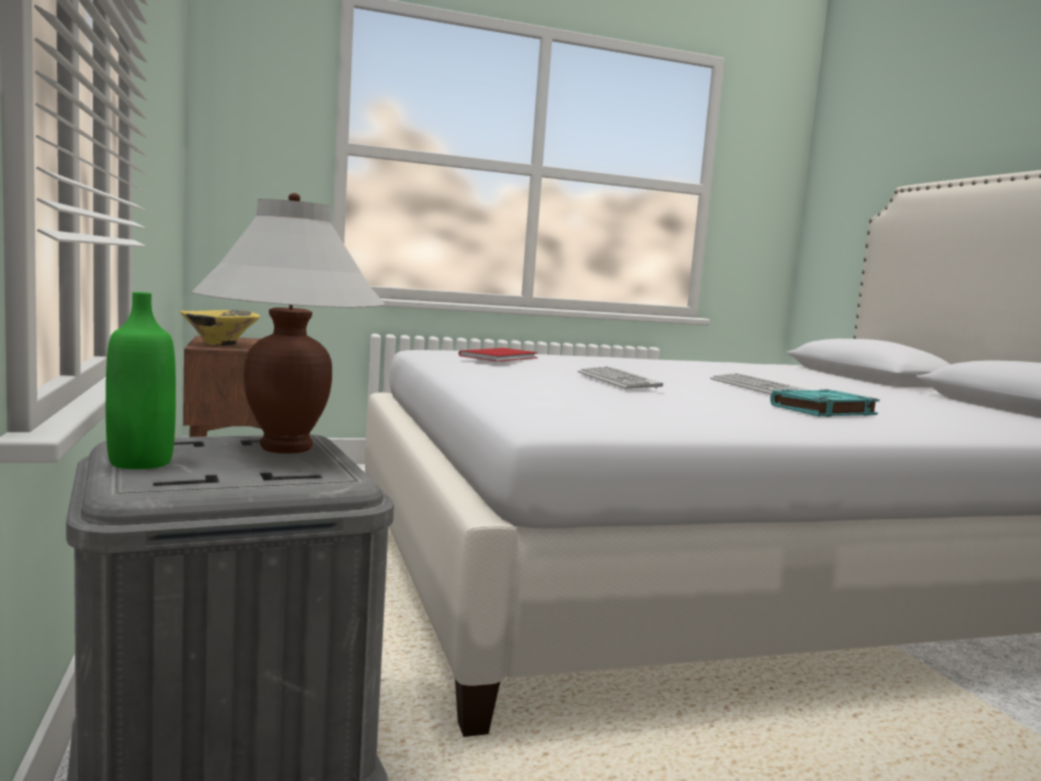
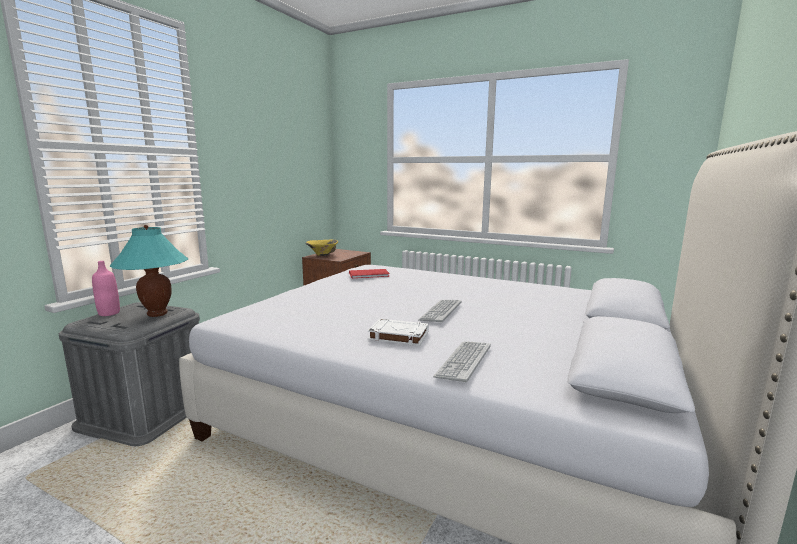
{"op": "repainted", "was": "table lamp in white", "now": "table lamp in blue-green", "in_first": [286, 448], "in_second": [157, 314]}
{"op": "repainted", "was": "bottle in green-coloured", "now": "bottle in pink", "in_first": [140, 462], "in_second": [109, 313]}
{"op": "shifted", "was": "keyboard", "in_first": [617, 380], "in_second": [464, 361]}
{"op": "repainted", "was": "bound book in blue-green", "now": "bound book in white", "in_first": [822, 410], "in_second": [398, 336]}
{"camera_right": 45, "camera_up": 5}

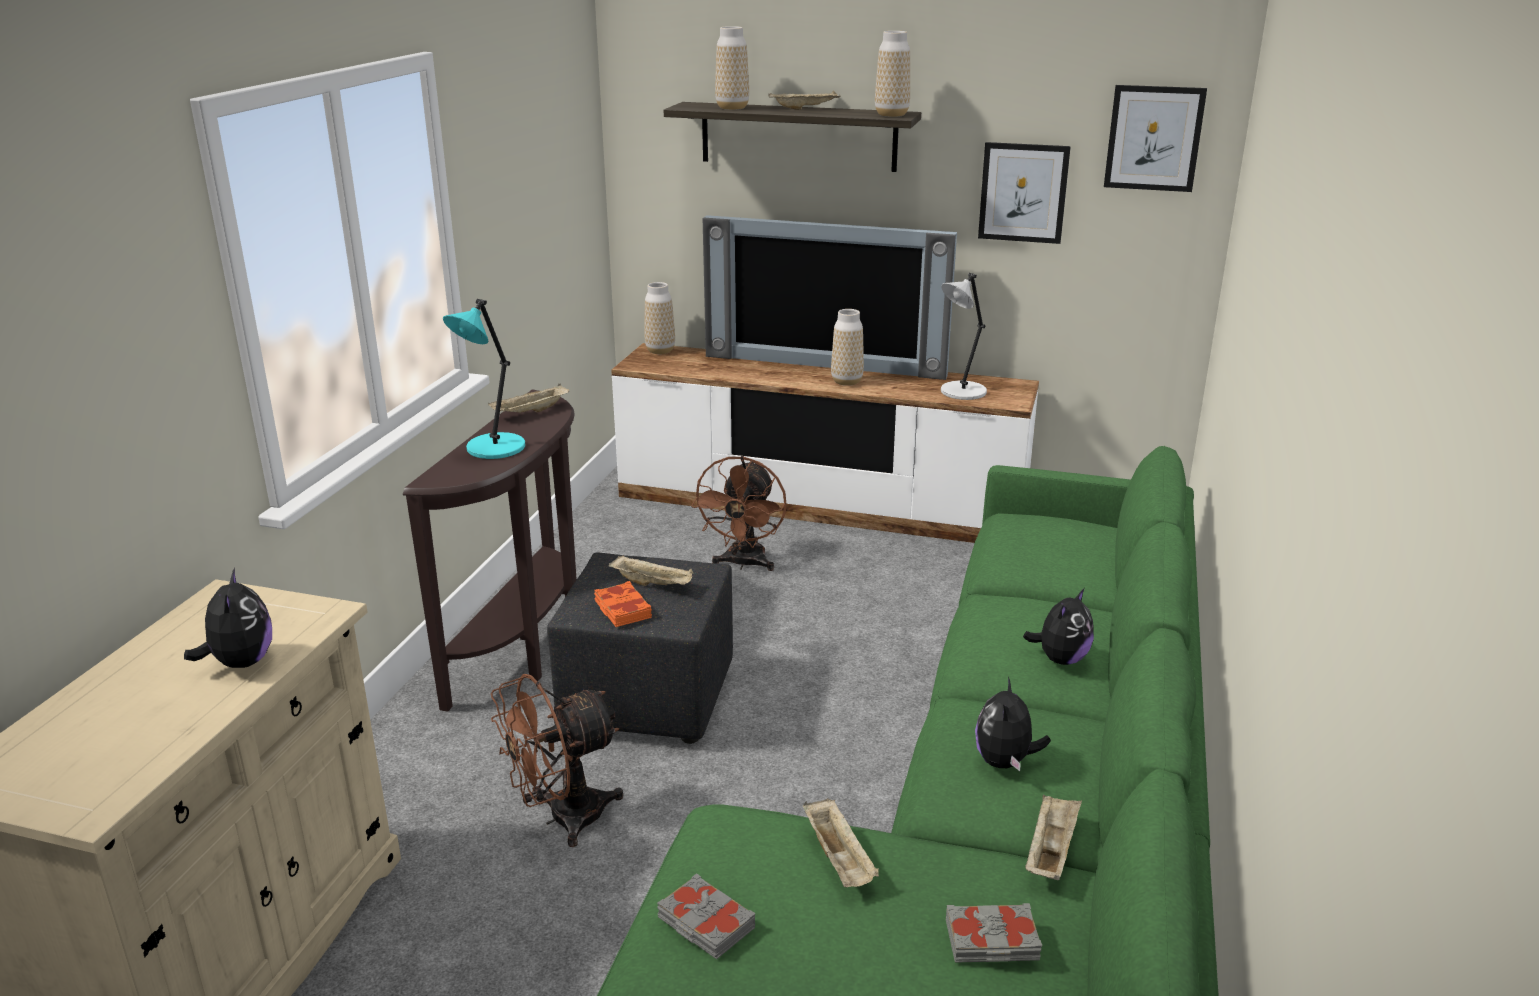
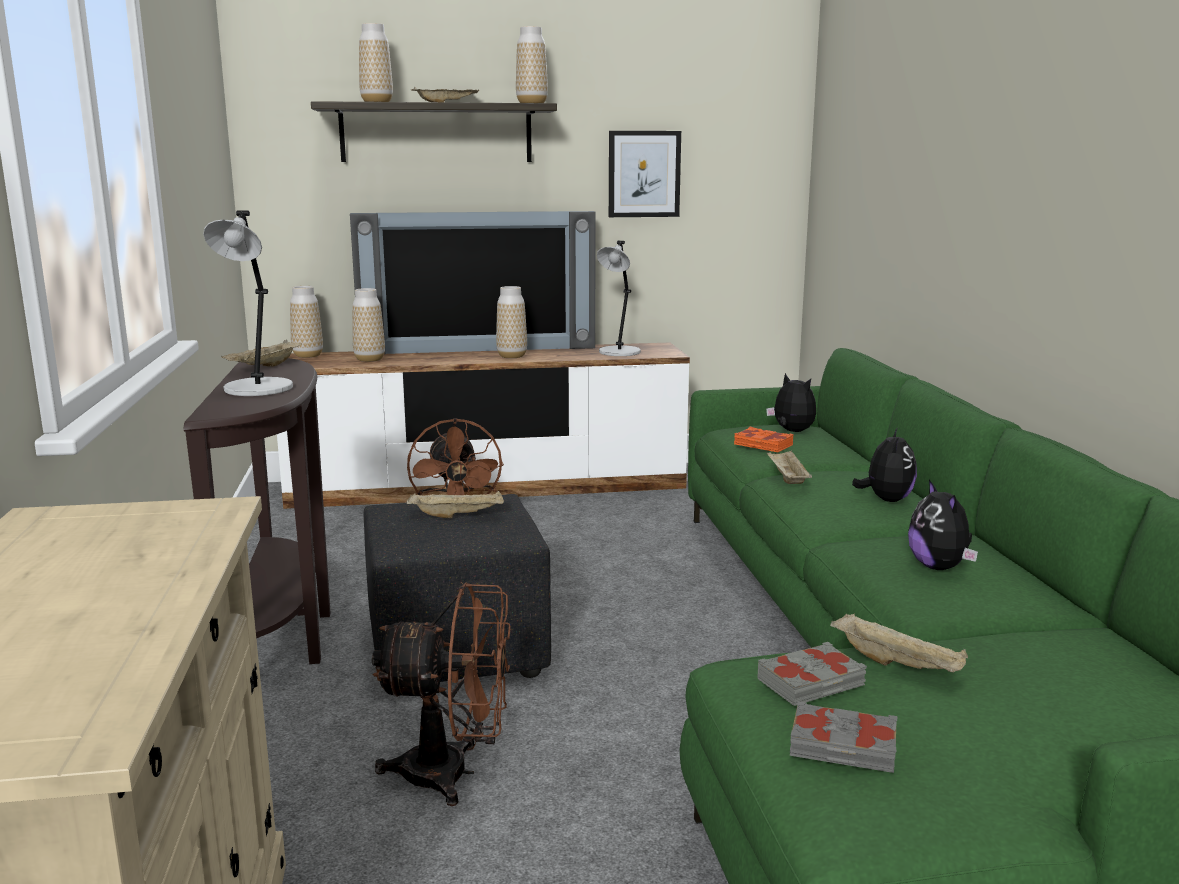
{"op": "gone", "was": "wall picture", "in_first": [1154, 138]}
{"op": "repainted", "was": "table lamp in blue-green", "now": "table lamp in greyish", "in_first": [493, 449], "in_second": [257, 390]}
{"op": "shifted", "was": "cuddly toy", "in_first": [240, 663], "in_second": [791, 431]}
{"op": "shifted", "was": "bound book in orange-coloured", "in_first": [622, 610], "in_second": [763, 445]}
{"op": "rotated", "was": "fan in brown-coloured", "in_first": [562, 819], "in_second": [453, 773], "clockwise": -120}
{"op": "shifted", "was": "carrying tray in sand-coloured", "in_first": [1050, 851], "in_second": [787, 479]}
{"op": "shifted", "was": "bound book in greyish", "in_first": [992, 941], "in_second": [811, 683]}
{"op": "new", "now": "decorative vase", "in_second": [369, 359]}
{"camera_right": -25, "camera_up": -10}

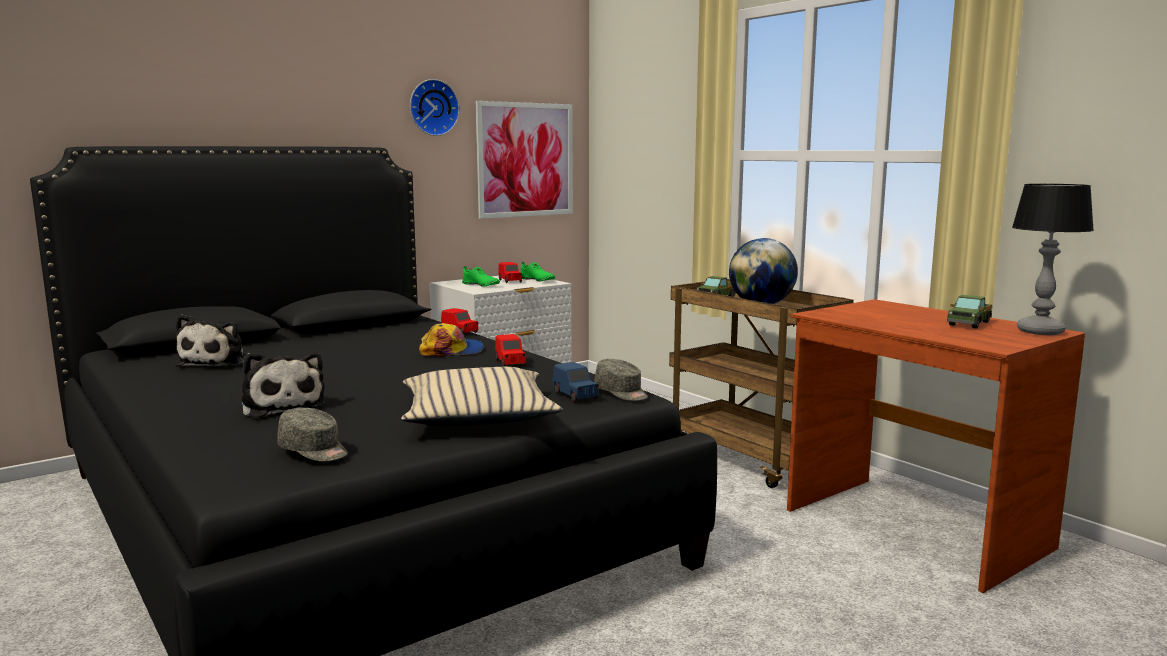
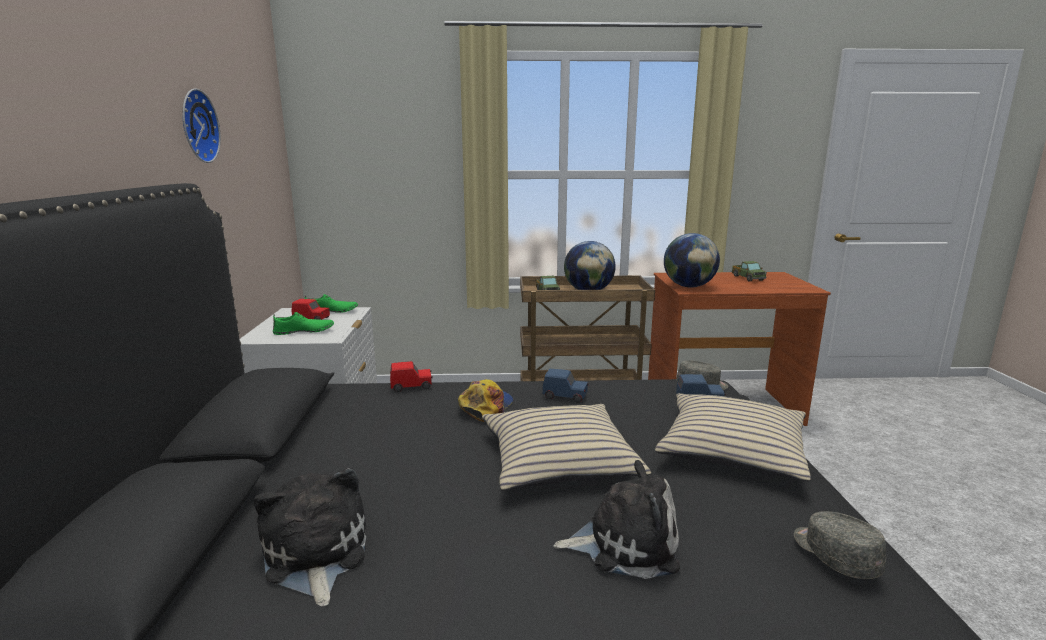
{"op": "gone", "was": "wall picture", "in_first": [525, 160]}
{"op": "gone", "was": "table lamp", "in_first": [1040, 331]}
{"op": "rotated", "was": "cuddly toy", "in_first": [216, 362], "in_second": [315, 555], "clockwise": -150}
{"op": "repainted", "was": "toy car in reddish", "now": "toy car in bluish", "in_first": [510, 363], "in_second": [565, 396]}
{"op": "rotated", "was": "cap in greyish", "in_first": [314, 451], "in_second": [834, 555], "clockwise": -90}
{"op": "new", "now": "globe", "in_second": [689, 286]}
{"op": "new", "now": "throw pillow in sand-coloured", "in_second": [558, 461]}
{"camera_right": -55, "camera_up": 5}

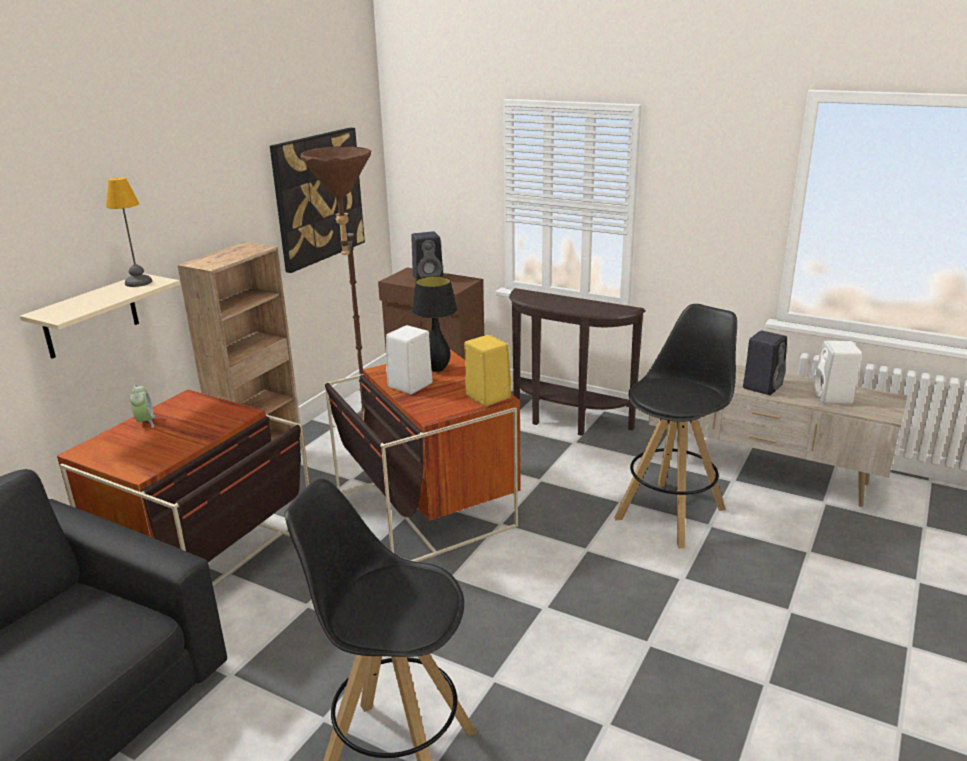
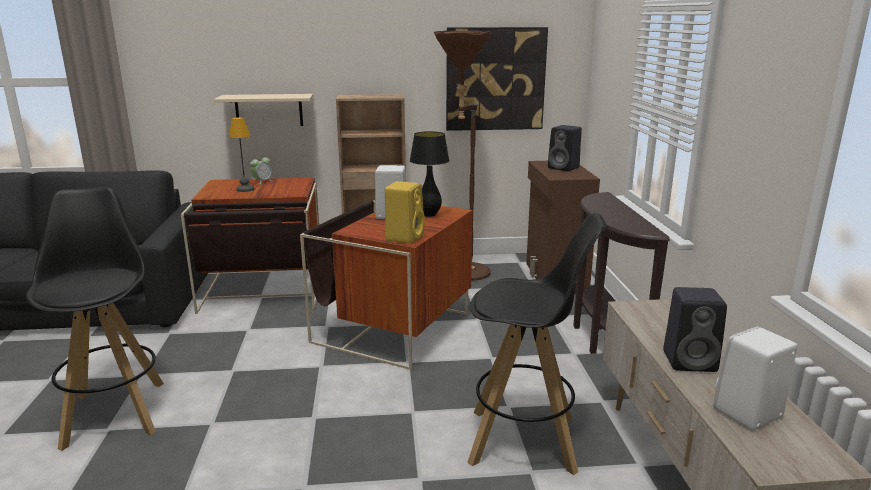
{"op": "shifted", "was": "table lamp", "in_first": [139, 282], "in_second": [245, 189]}
{"camera_right": 55, "camera_up": -5}

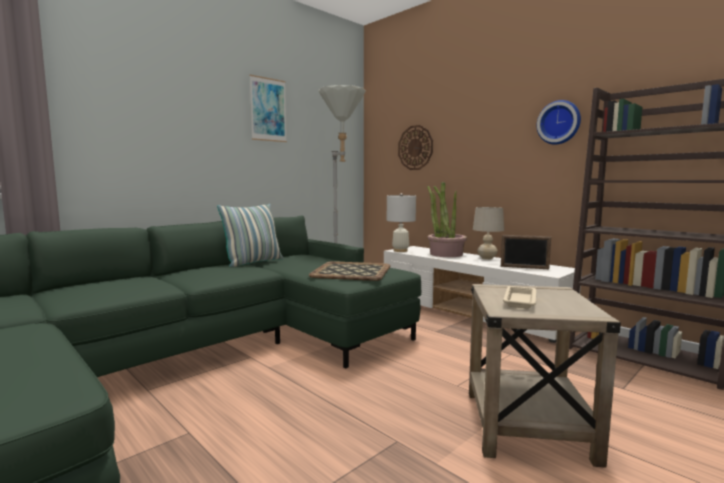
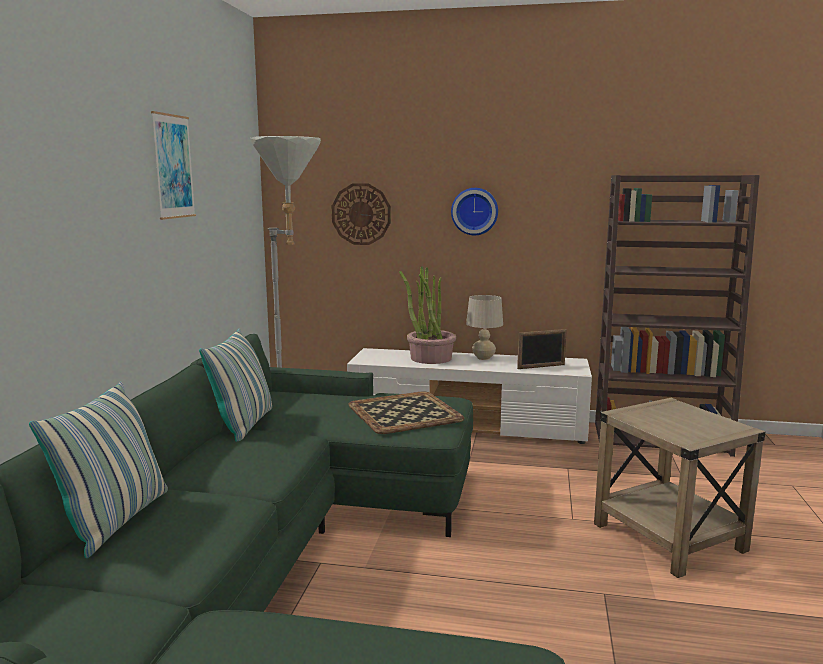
{"op": "shifted", "was": "clock on the wall", "in_first": [559, 122], "in_second": [474, 211]}
{"op": "gone", "was": "table lamp in white", "in_first": [400, 250]}
{"op": "gone", "was": "carrying tray in sand-coloured", "in_first": [520, 300]}
{"op": "new", "now": "throw pillow", "in_second": [115, 521]}
{"camera_right": -35, "camera_up": 5}

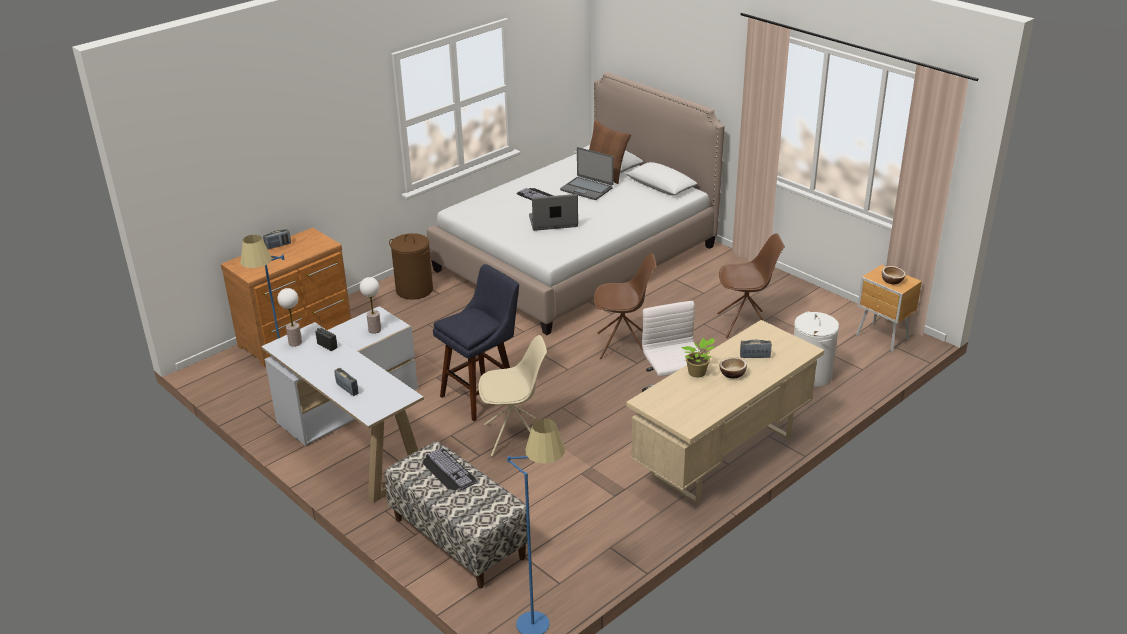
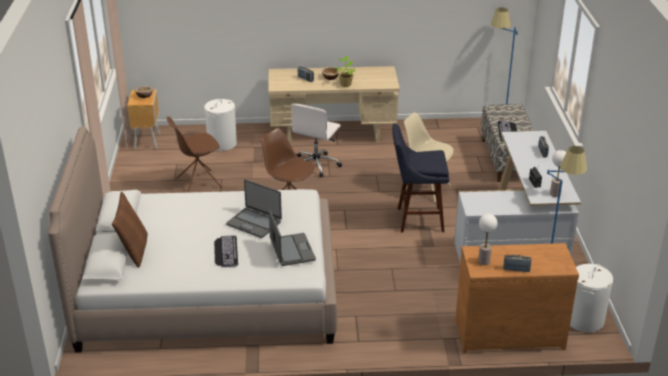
{"op": "shifted", "was": "notebook computer", "in_first": [587, 189], "in_second": [291, 250]}
{"op": "gone", "was": "hamper in brown-coloured", "in_first": [414, 290]}
{"op": "rotated", "was": "chair in brown-coloured", "in_first": [745, 324], "in_second": [198, 183], "clockwise": -60}
{"op": "shifted", "was": "table lamp", "in_first": [374, 330], "in_second": [484, 261]}
{"op": "new", "now": "hamper in white", "in_second": [584, 320]}
{"camera_right": -140, "camera_up": 0}

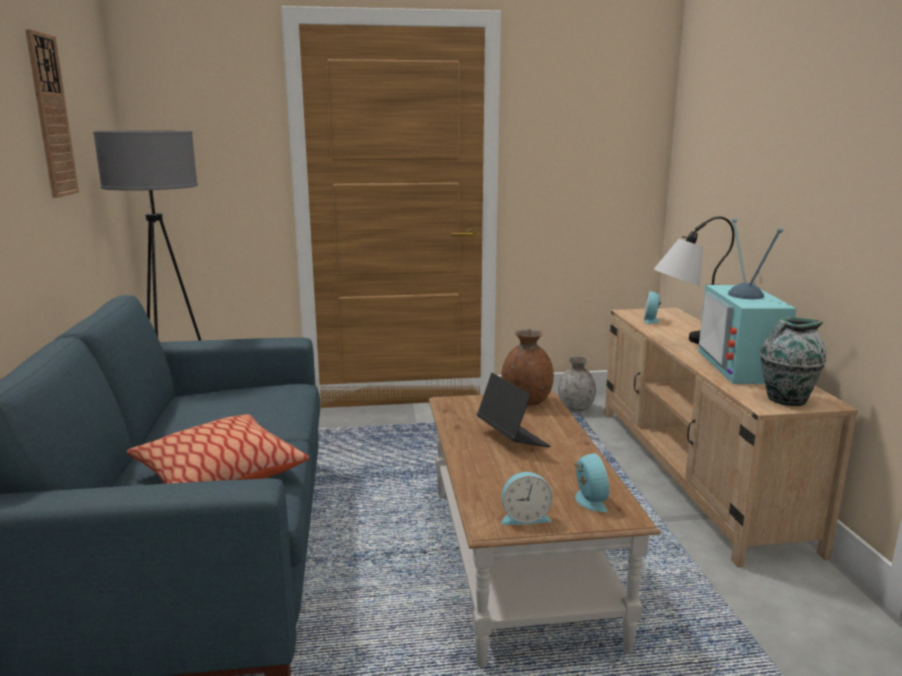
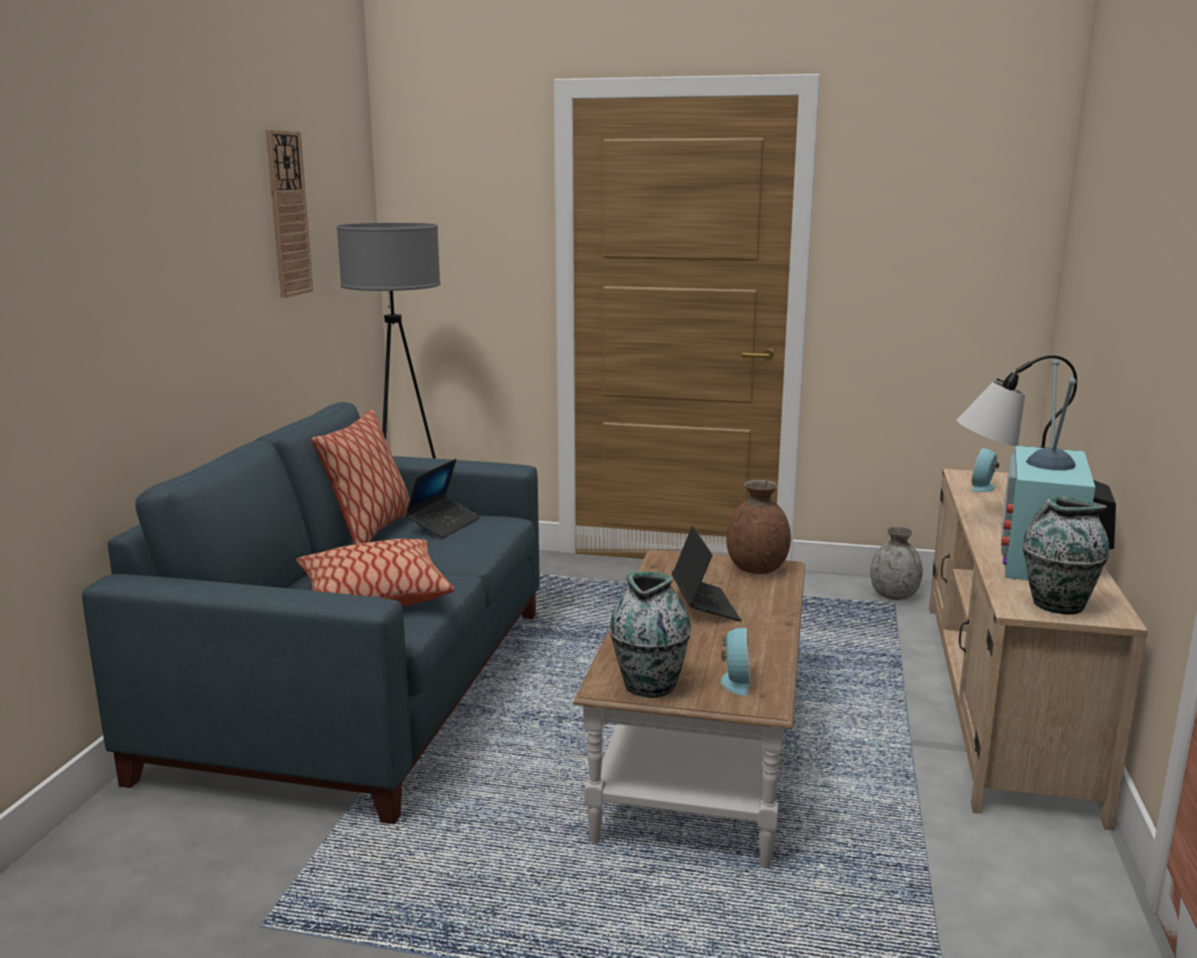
{"op": "swapped", "was": "alarm clock", "now": "decorative vase", "in_first": [524, 517], "in_second": [650, 685]}
{"op": "new", "now": "throw pillow", "in_second": [371, 530]}
{"op": "new", "now": "notebook computer", "in_second": [443, 524]}
{"camera_right": 20, "camera_up": 0}

